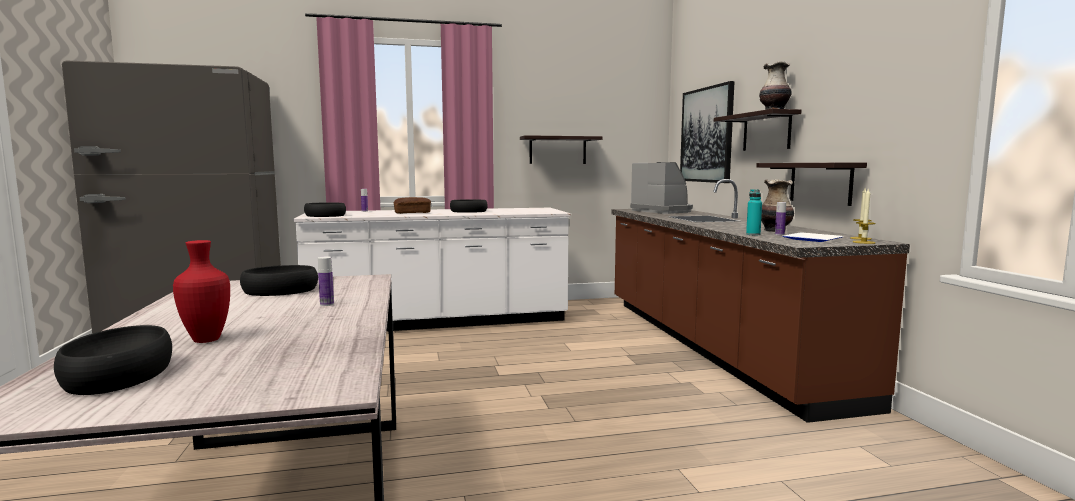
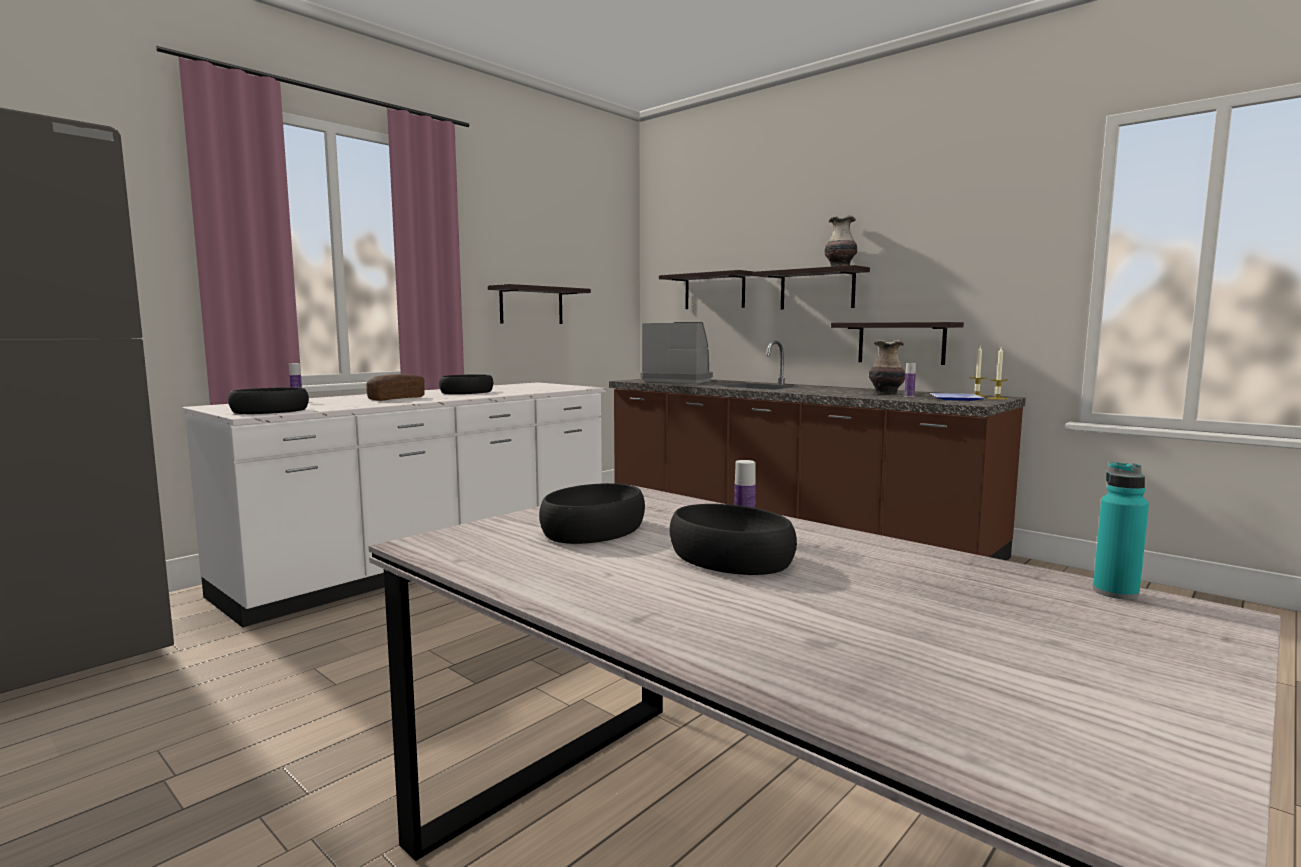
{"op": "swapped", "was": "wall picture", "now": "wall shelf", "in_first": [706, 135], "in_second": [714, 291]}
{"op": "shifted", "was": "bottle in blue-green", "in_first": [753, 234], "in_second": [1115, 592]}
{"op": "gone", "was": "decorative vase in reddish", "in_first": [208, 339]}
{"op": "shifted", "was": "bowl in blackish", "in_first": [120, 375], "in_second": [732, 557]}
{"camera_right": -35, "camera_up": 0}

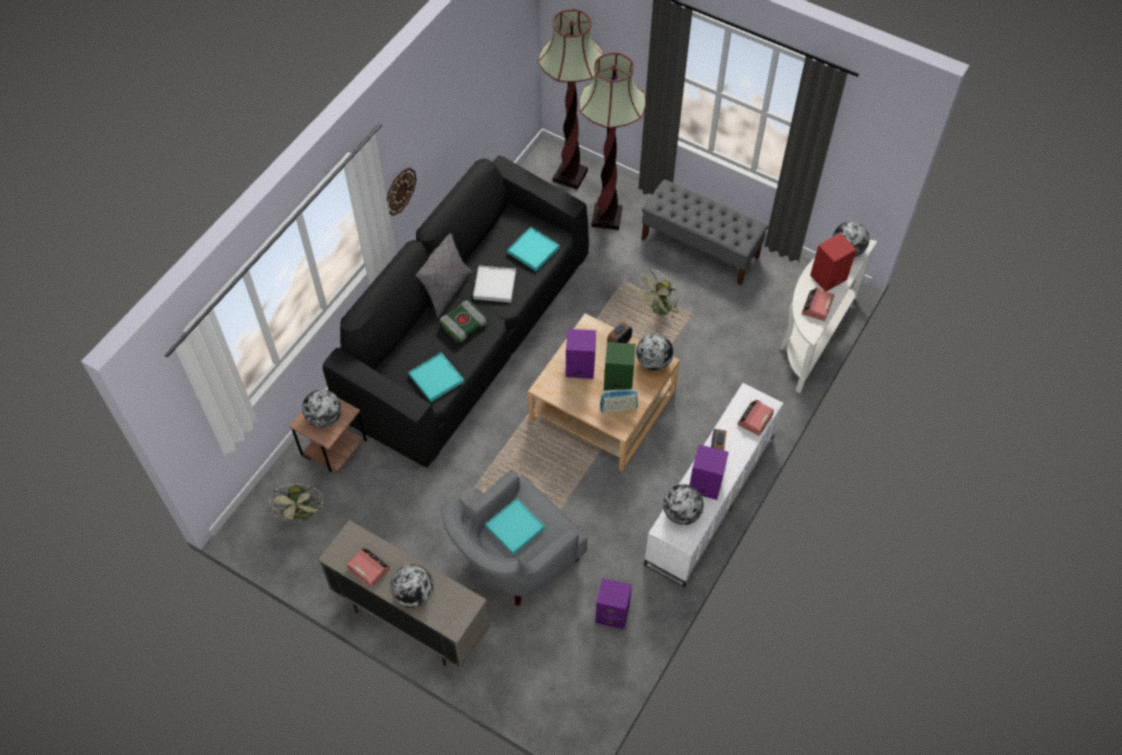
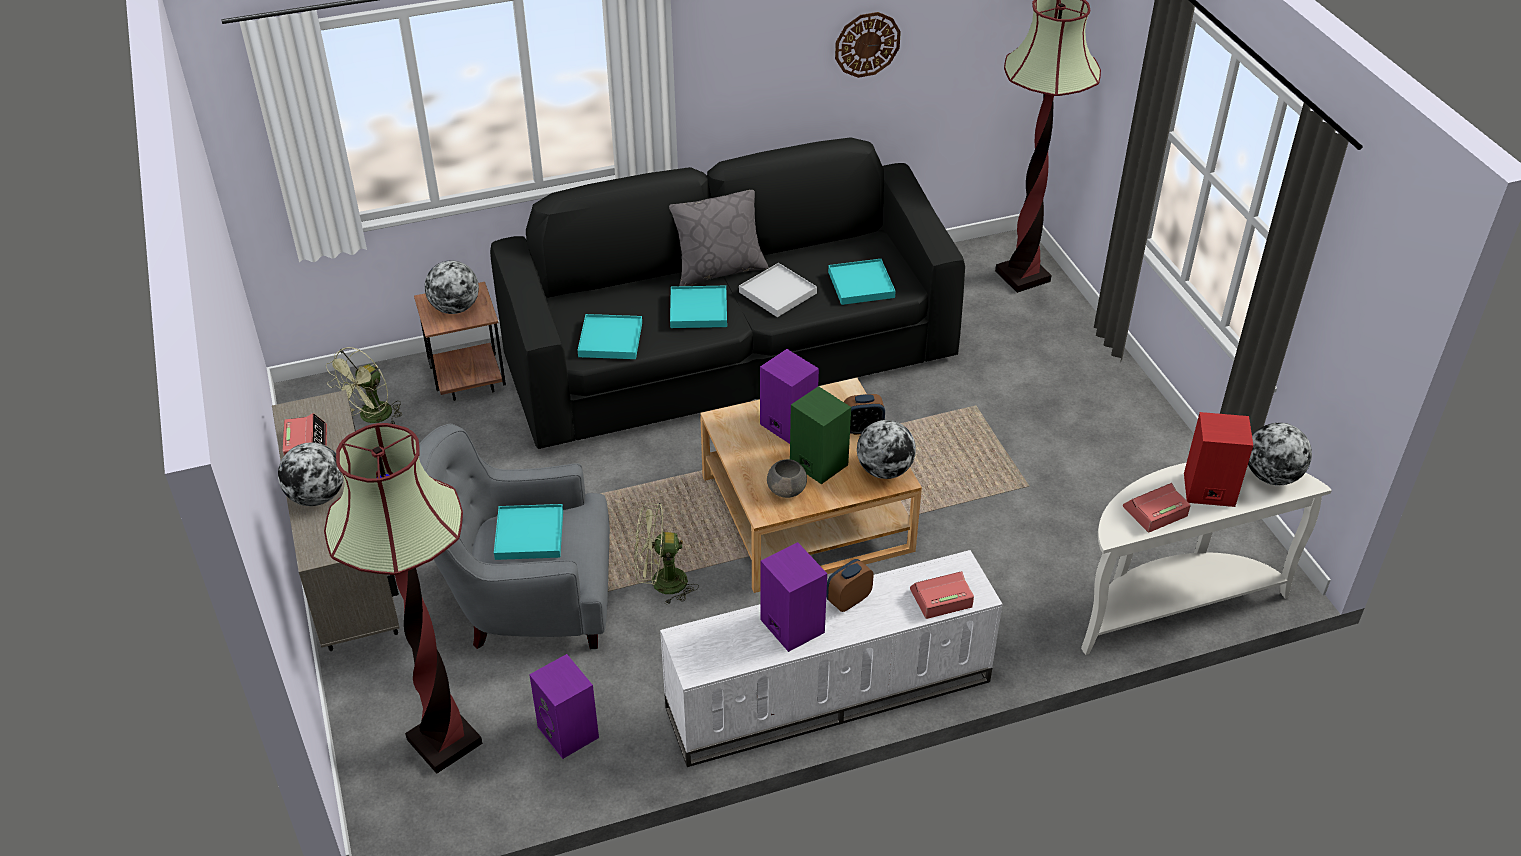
{"op": "shifted", "was": "standing lamp", "in_first": [606, 217], "in_second": [444, 741]}
{"op": "shifted", "was": "clock on the wall", "in_first": [400, 191], "in_second": [867, 44]}
{"op": "gone", "was": "indoor bench in greyish", "in_first": [700, 248]}
{"op": "shifted", "was": "fan in green-coloured", "in_first": [659, 310], "in_second": [661, 583]}
{"op": "swapped", "was": "bound book", "now": "carrying tray in blue-green", "in_first": [463, 326], "in_second": [698, 310]}
{"op": "swapped", "was": "radio set", "now": "bowl in greyish", "in_first": [618, 407], "in_second": [787, 489]}
{"op": "gone", "was": "globe", "in_first": [681, 513]}
{"camera_right": 40, "camera_up": -15}

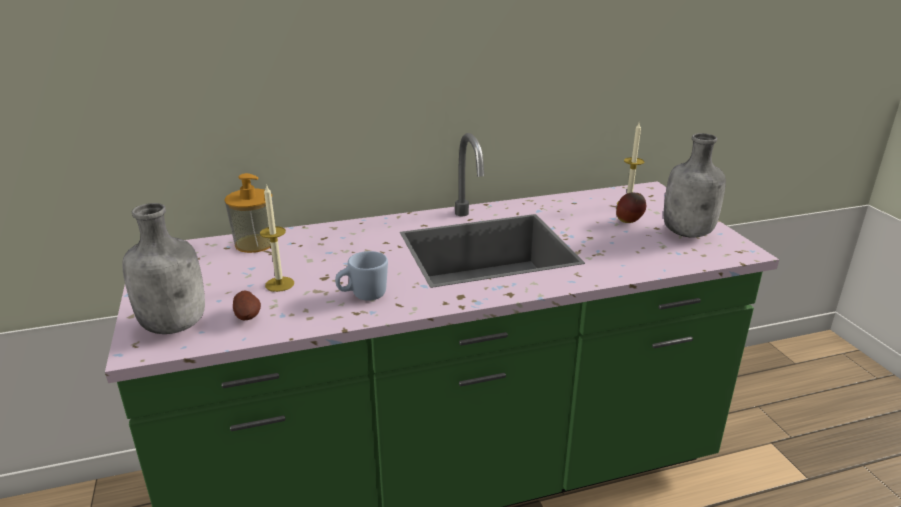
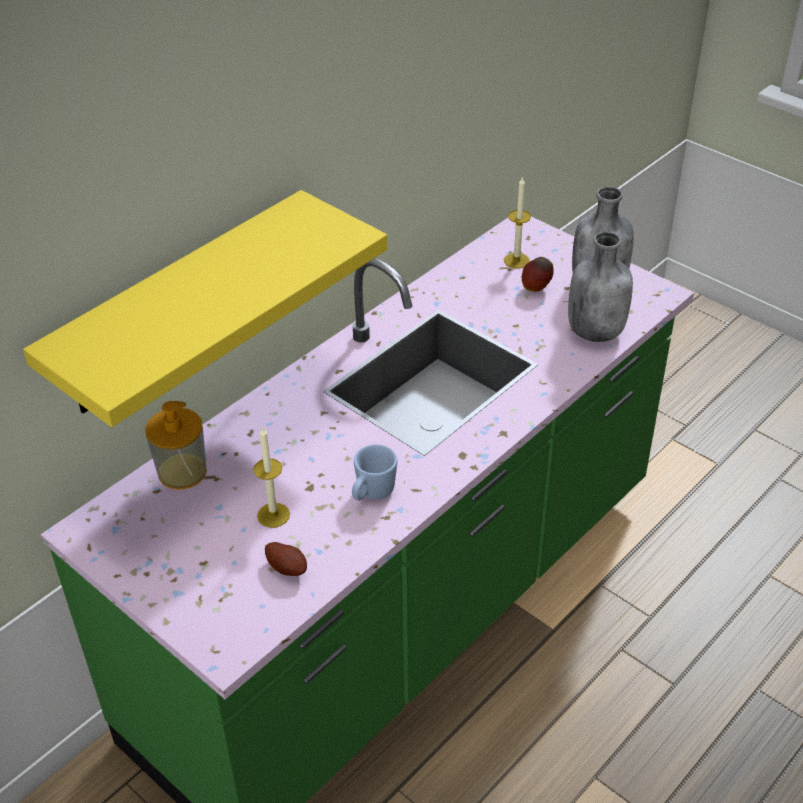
{"op": "shifted", "was": "bottle in greyish", "in_first": [176, 325], "in_second": [595, 331]}
{"op": "new", "now": "wall shelf in yellow", "in_second": [180, 305]}
{"camera_right": -30, "camera_up": 15}

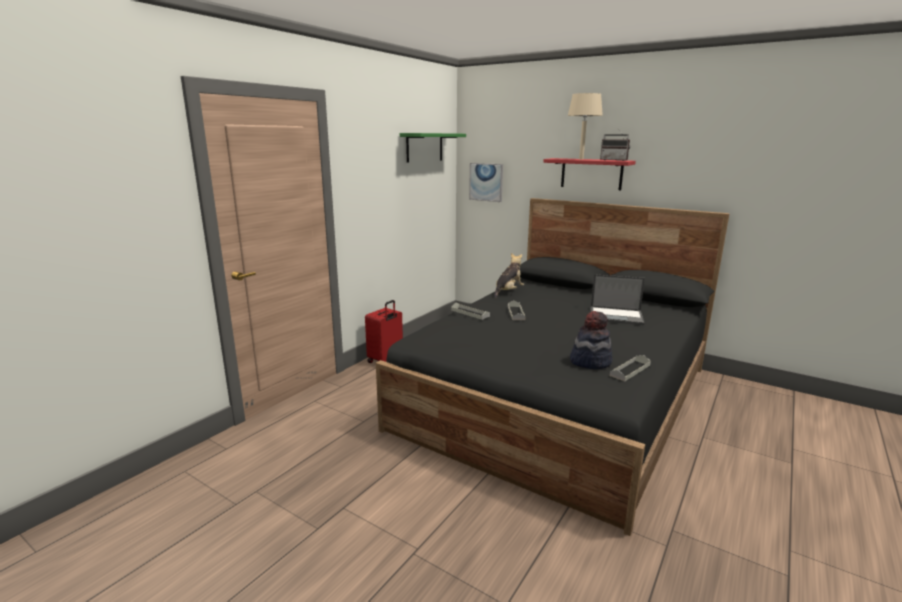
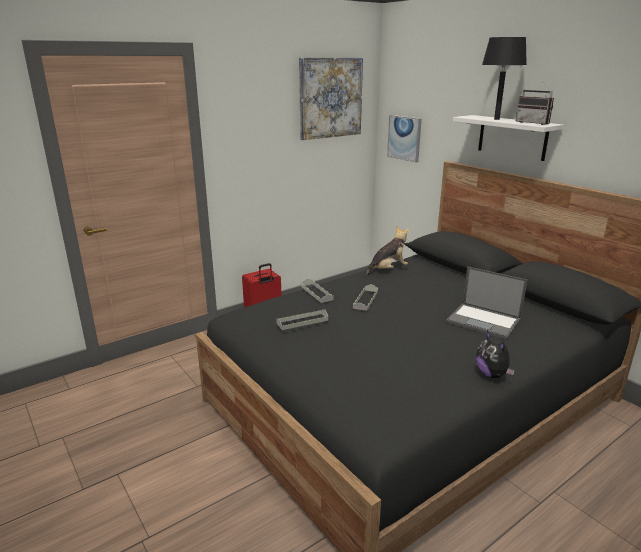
{"op": "repainted", "was": "table lamp in sand-coloured", "now": "table lamp in blackish", "in_first": [581, 159], "in_second": [496, 119]}
{"op": "swapped", "was": "wall shelf in green-coloured", "now": "wall picture", "in_first": [424, 147], "in_second": [330, 98]}
{"op": "repainted", "was": "wall shelf in reddish", "now": "wall shelf in white", "in_first": [591, 174], "in_second": [512, 137]}
{"op": "gone", "was": "hat", "in_first": [590, 361]}
{"op": "shifted", "was": "carrying tray in greyish", "in_first": [630, 370], "in_second": [302, 321]}
{"op": "new", "now": "cuddly toy", "in_second": [492, 374]}
{"camera_right": 20, "camera_up": 5}

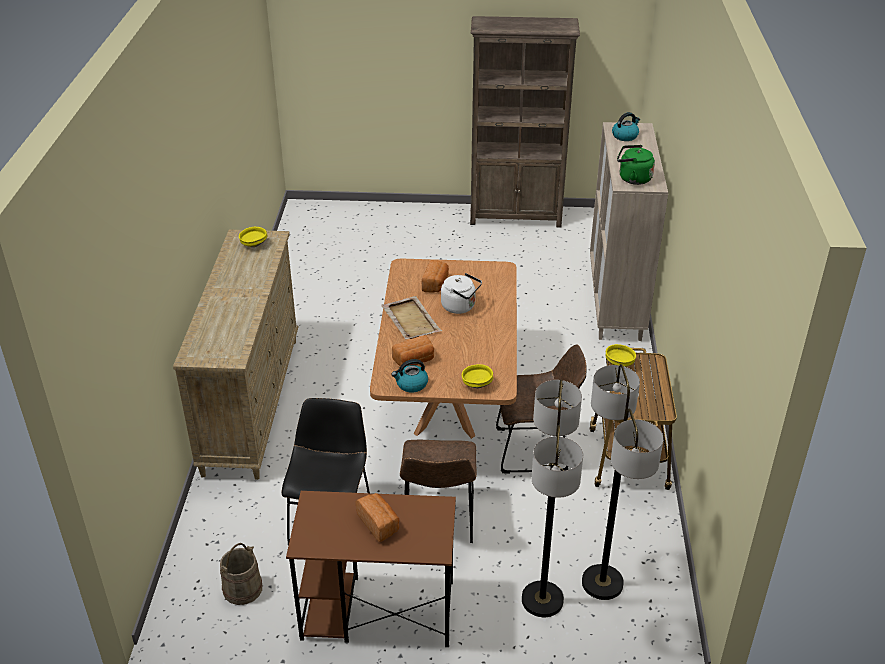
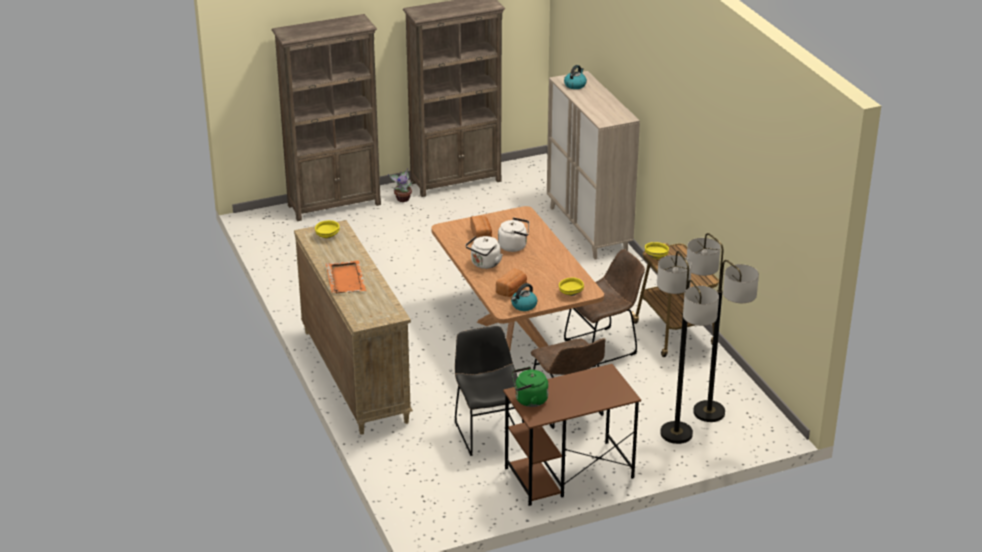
{"op": "shifted", "was": "tea kettle in green-coloured", "in_first": [632, 178], "in_second": [529, 400]}
{"op": "swapped", "was": "carrying tray in sand-coloured", "now": "tea kettle in white", "in_first": [410, 319], "in_second": [484, 264]}
{"op": "gone", "was": "bakery bread", "in_first": [379, 524]}
{"op": "gone", "was": "water bucket in sand-coloured", "in_first": [242, 588]}
{"op": "new", "now": "shelving unit in brown-coloured", "in_second": [335, 205]}
{"op": "new", "now": "plant in a pot", "in_second": [402, 198]}
{"op": "new", "now": "carrying tray in orange-coloured", "in_second": [345, 279]}
{"camera_right": -25, "camera_up": -5}

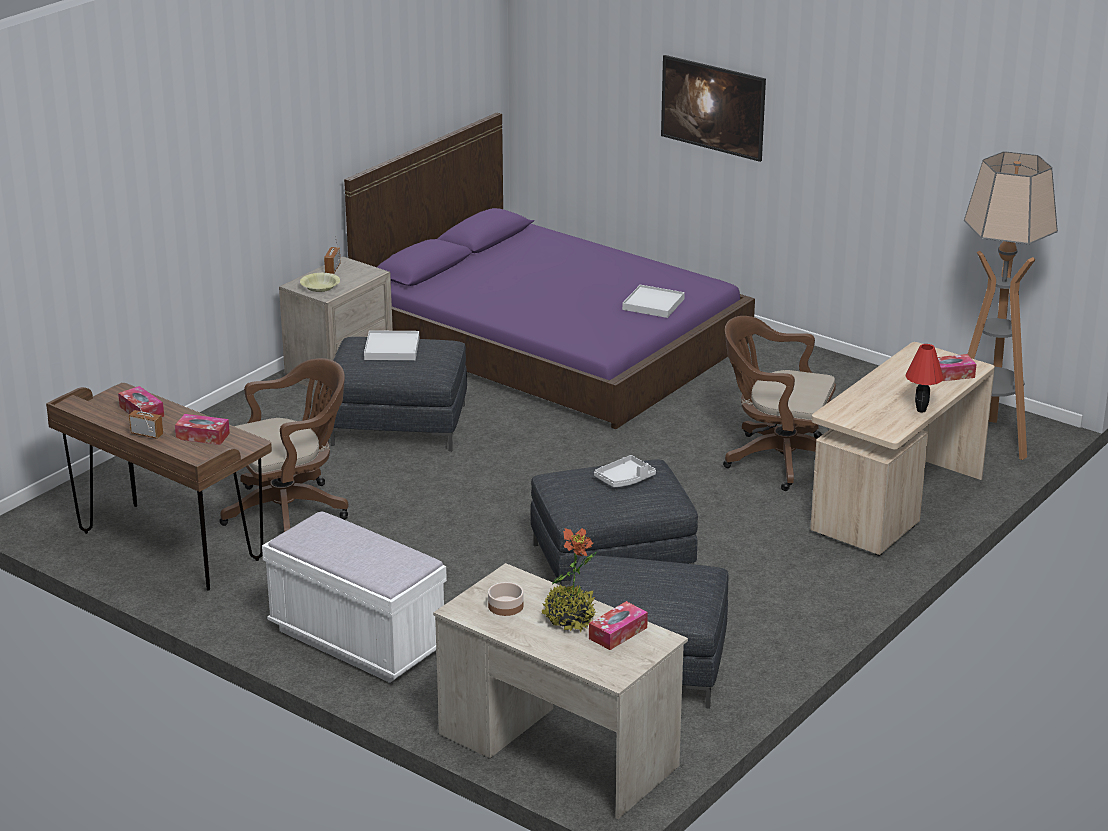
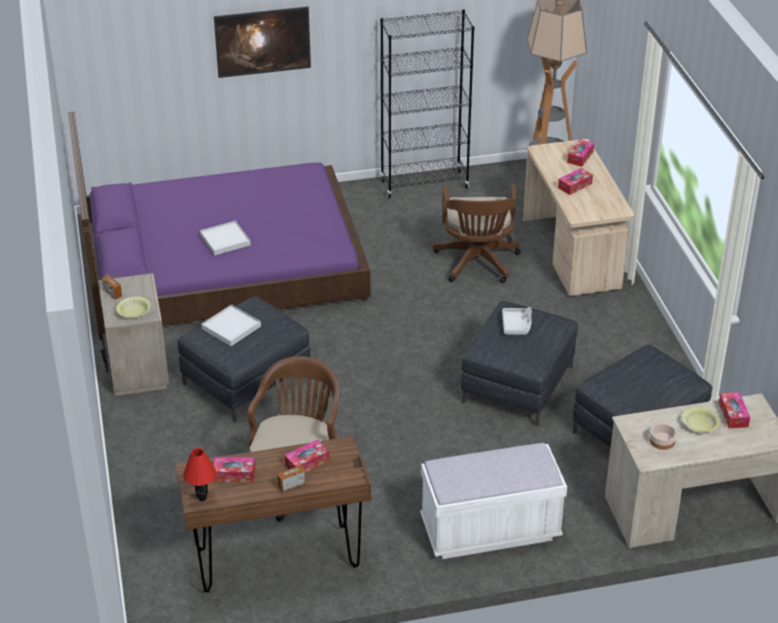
{"op": "shifted", "was": "carrying tray in white", "in_first": [653, 304], "in_second": [225, 240]}
{"op": "rotated", "was": "office chair in brown-coloured", "in_first": [776, 459], "in_second": [477, 264], "clockwise": -60}
{"op": "shifted", "was": "table lamp in reddish", "in_first": [921, 410], "in_second": [202, 498]}
{"op": "swapped", "was": "plant in a pot", "now": "bowl in yellow", "in_first": [569, 619], "in_second": [700, 424]}
{"op": "new", "now": "shelving unit in blackish", "in_second": [424, 184]}
{"op": "new", "now": "tissue box", "in_second": [575, 185]}
{"camera_right": -50, "camera_up": 10}

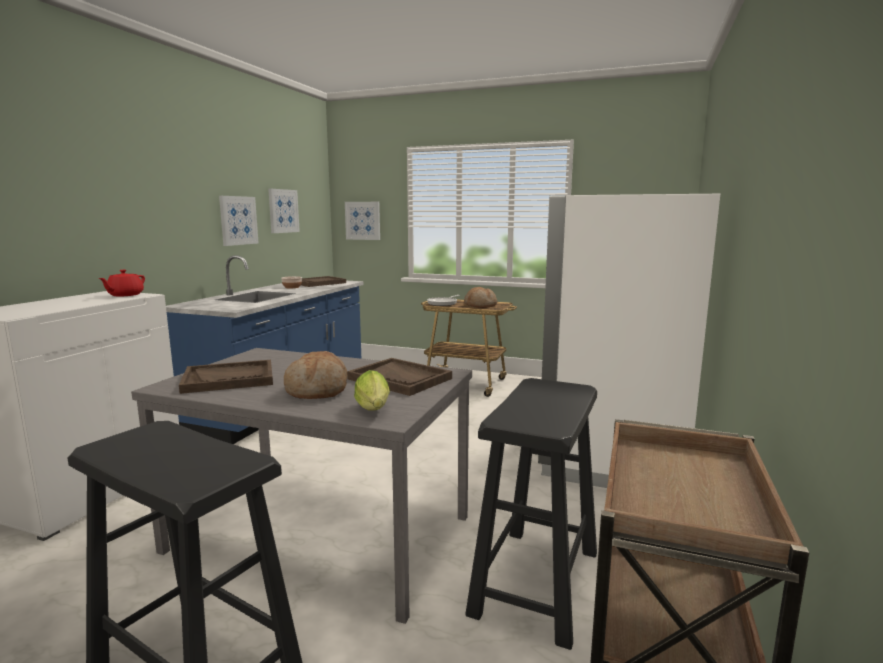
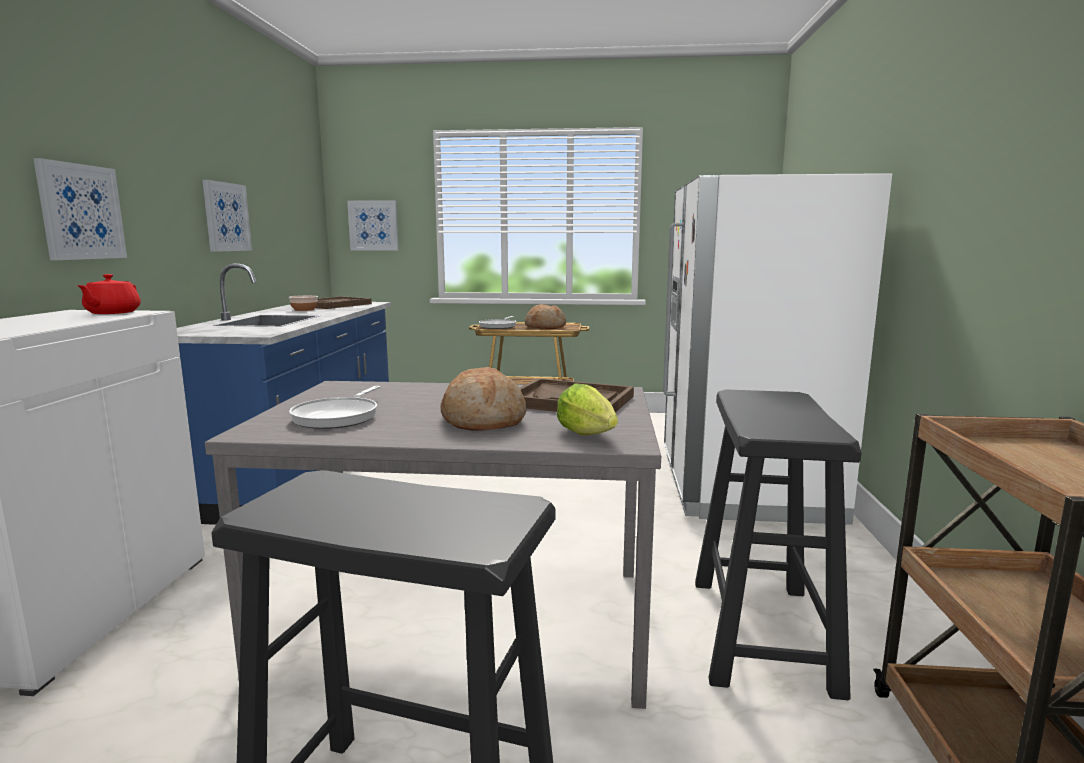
{"op": "shifted", "was": "wall picture", "in_first": [283, 211], "in_second": [80, 212]}
{"op": "swapped", "was": "carrying tray in brown-coloured", "now": "frying pan", "in_first": [229, 379], "in_second": [339, 417]}
{"camera_right": -15, "camera_up": 0}

